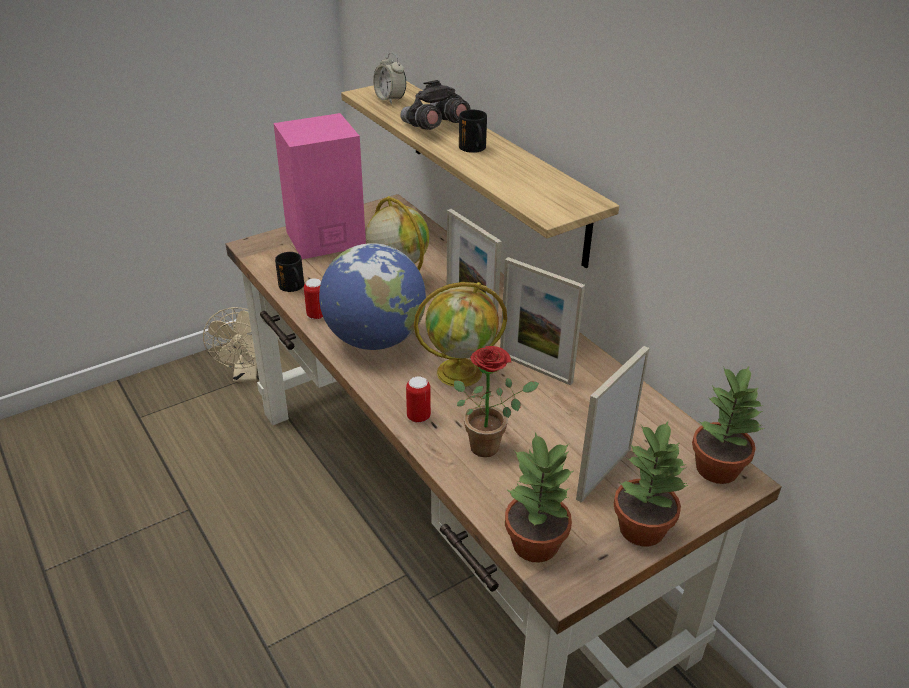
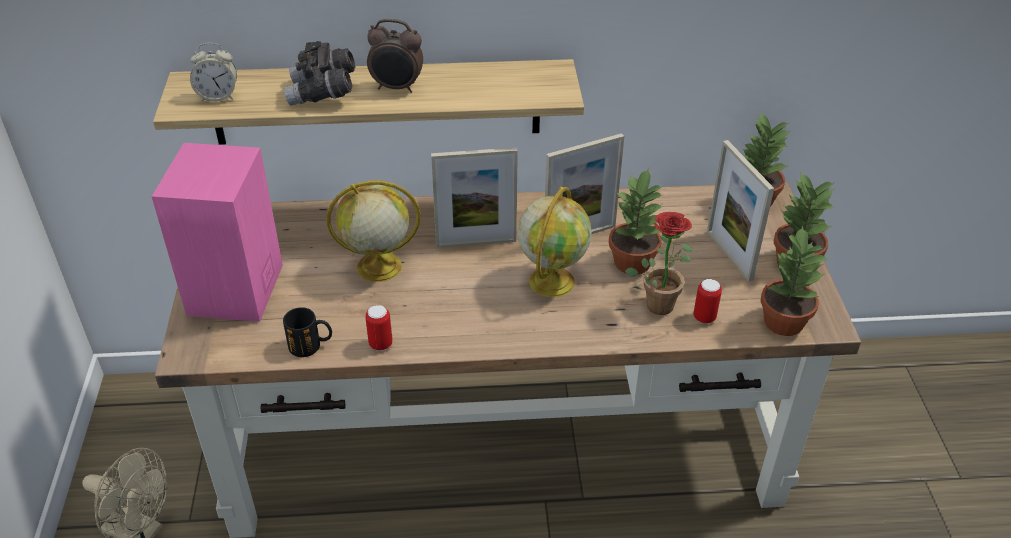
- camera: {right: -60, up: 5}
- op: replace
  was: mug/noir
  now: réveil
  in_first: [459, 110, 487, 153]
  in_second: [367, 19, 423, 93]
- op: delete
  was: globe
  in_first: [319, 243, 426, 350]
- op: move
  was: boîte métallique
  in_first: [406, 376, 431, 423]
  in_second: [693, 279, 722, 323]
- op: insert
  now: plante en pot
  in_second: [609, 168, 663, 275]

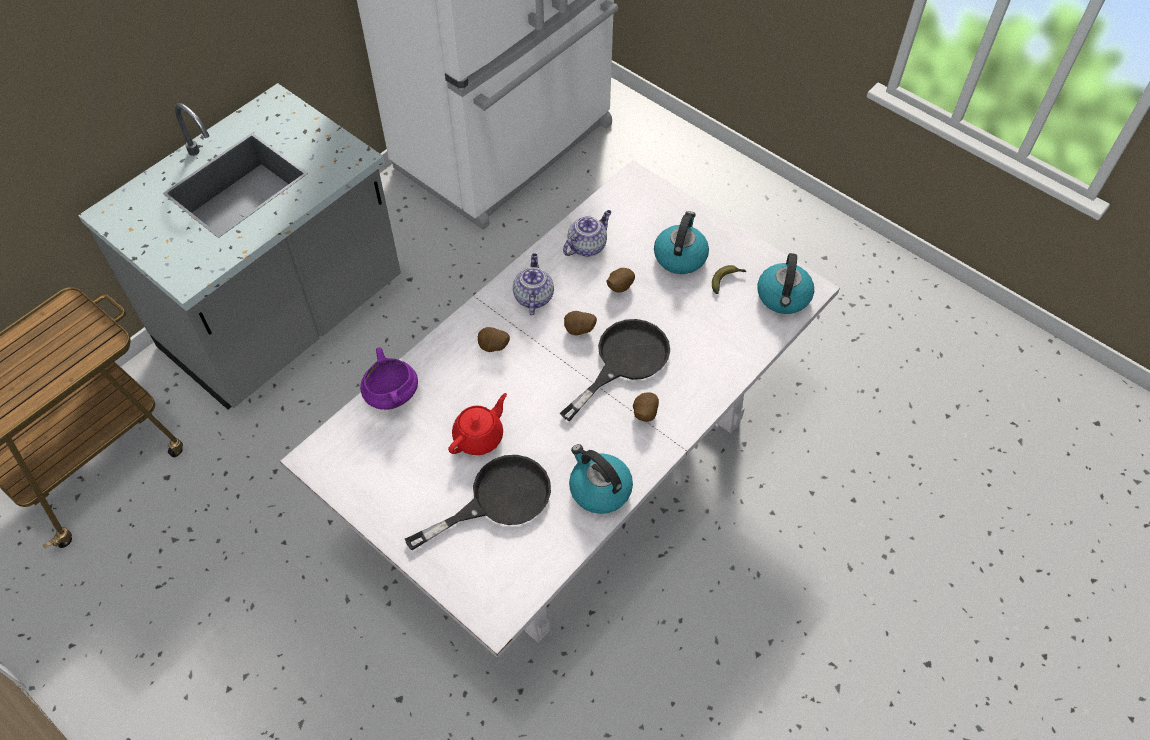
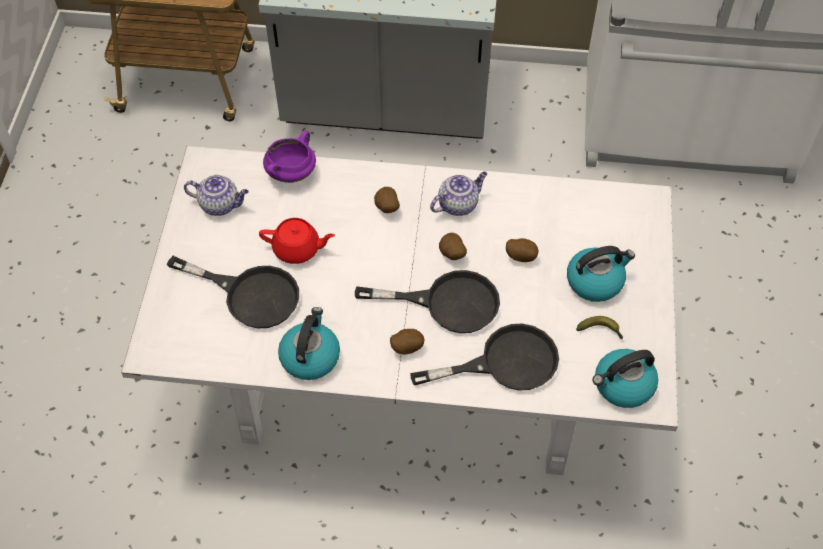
- camera: {right: 55, up: 0}
- op: move
  was: théière
  in_first: [563, 210, 611, 257]
  in_second: [184, 175, 249, 216]
- op: insert
  now: poêle/noir
  in_second: [410, 324, 559, 391]

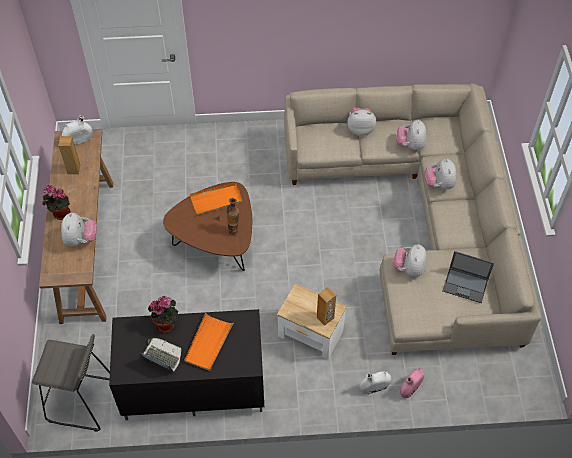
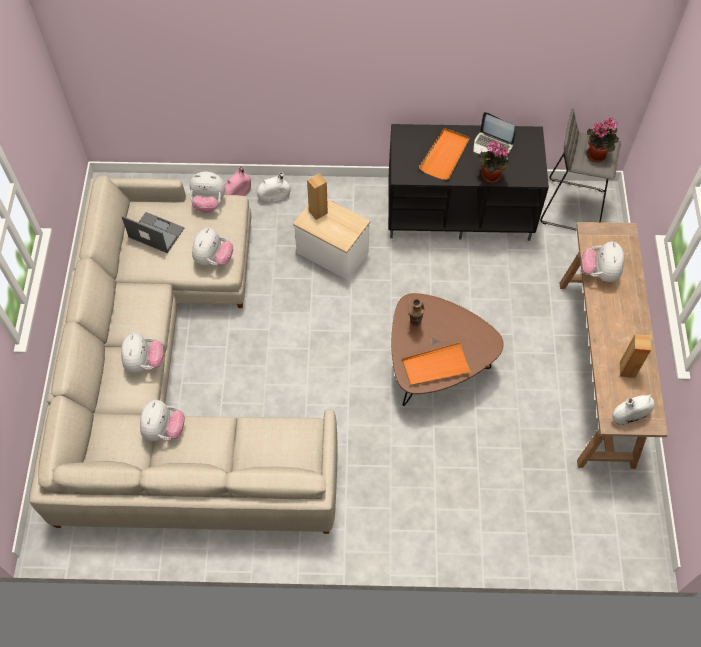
- camera: {right: -175, up: 5}
- op: move
  was: peluche
  in_first: [347, 107, 376, 136]
  in_second: [189, 172, 226, 213]
- op: move
  was: plante en pot
  in_first: [42, 185, 70, 220]
  in_second: [587, 118, 619, 162]

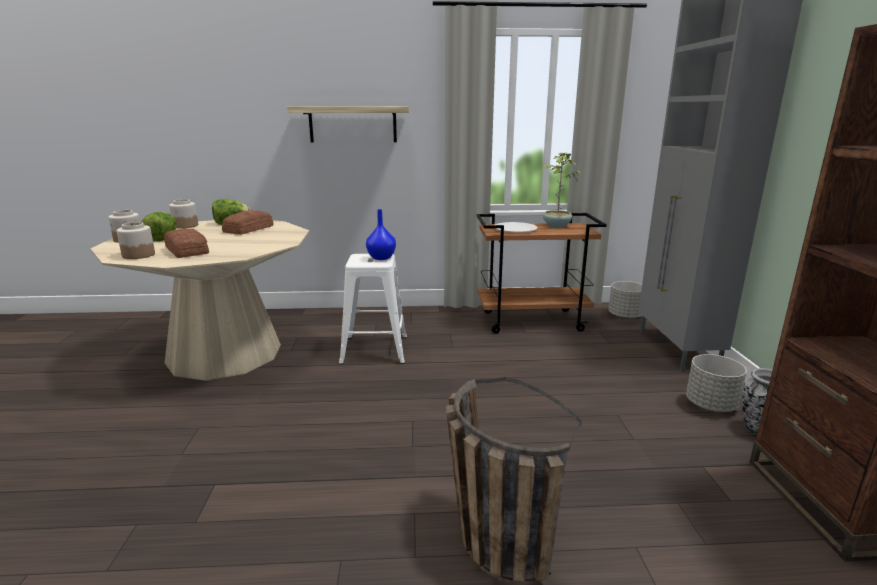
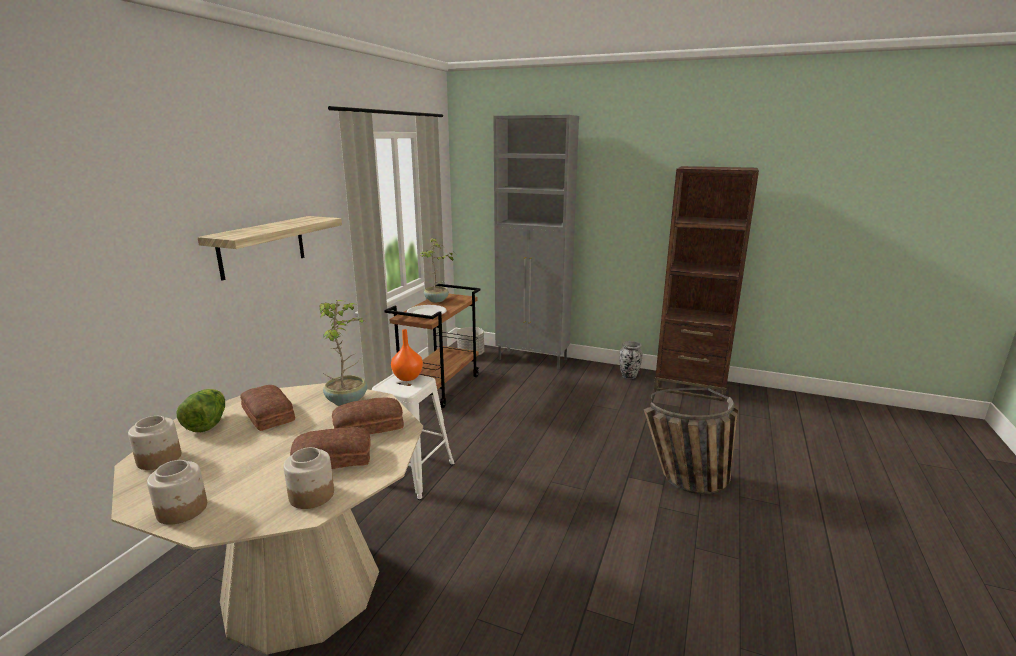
- camera: {right: -65, up: 0}
- op: recolor
  was: vase/bleu
  now: vase/orange
  in_first: [366, 209, 396, 260]
  in_second: [391, 329, 423, 381]
- op: delete
  was: laitue
  in_first: [142, 212, 177, 242]
- op: delete
  was: cache-pot/gris
  in_first: [686, 354, 747, 412]
- op: insert
  now: plante en pot
  in_second: [319, 300, 367, 406]
- op: insert
  now: pain
  in_second: [332, 398, 404, 434]

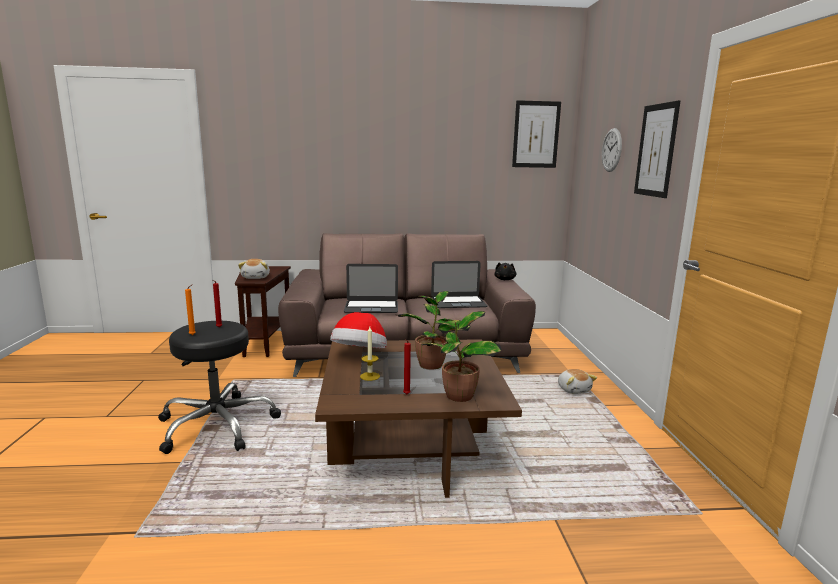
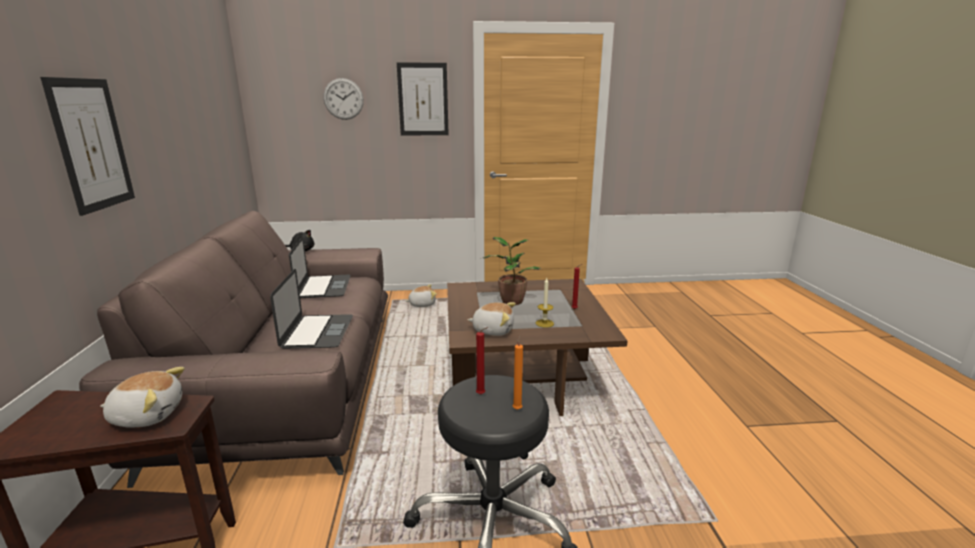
- camera: {right: -90, up: 5}
- op: move
  was: tableau
  in_first: [512, 100, 561, 168]
  in_second: [40, 77, 135, 216]
- op: delete
  was: plante en pot
  in_first: [421, 311, 502, 402]
- op: replace
  was: chapeau
  now: peluche
  in_first: [330, 312, 387, 348]
  in_second: [468, 302, 516, 336]

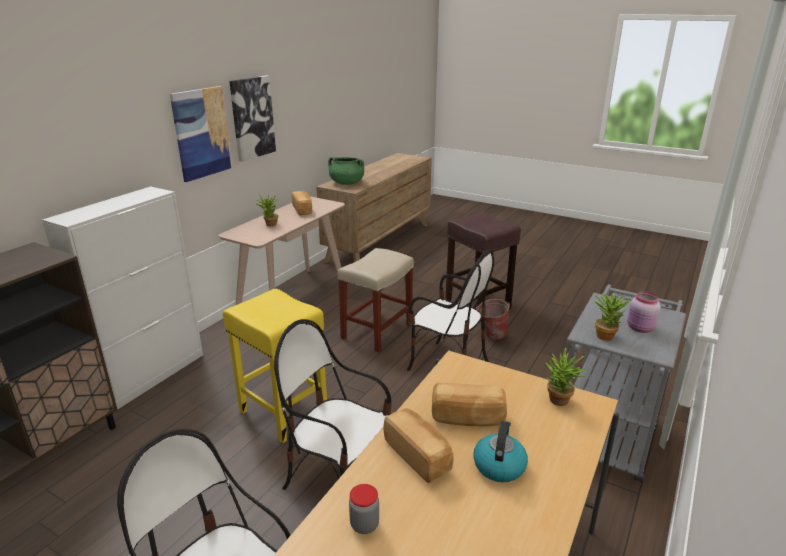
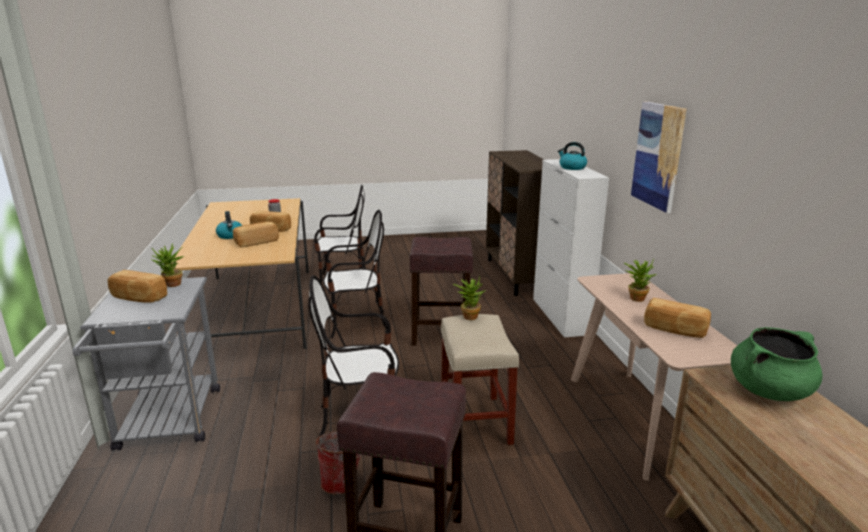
- camera: {right: 140, up: -5}
- op: delete
  was: tableau
  in_first: [229, 76, 276, 162]
- op: recolor
  was: tabouret/jaune
  now: tabouret/marron
  in_first: [223, 289, 327, 443]
  in_second: [410, 237, 473, 346]
- op: replace
  was: bocal/rose
  now: pain
  in_first: [627, 291, 661, 333]
  in_second: [108, 270, 167, 303]
- op: move
  was: plante en pot
  in_first: [545, 348, 586, 406]
  in_second: [453, 275, 486, 320]
- op: insert
  now: bouilloire
  in_second: [558, 142, 587, 170]

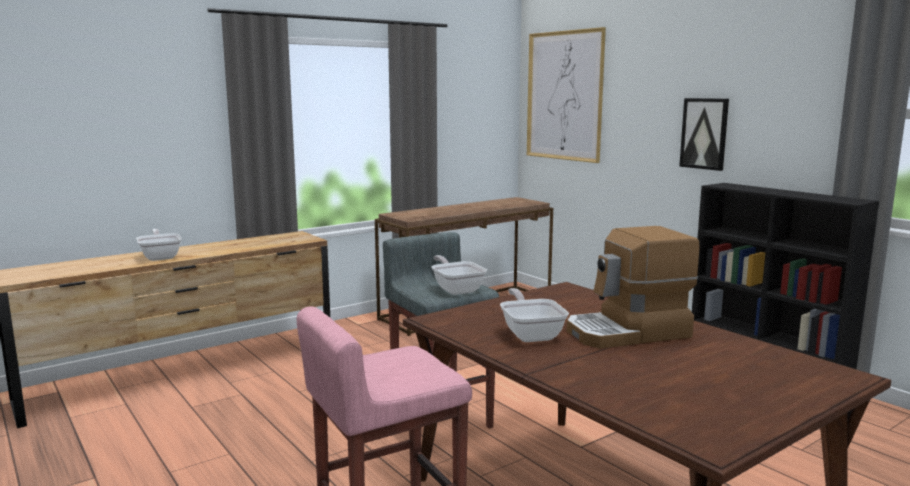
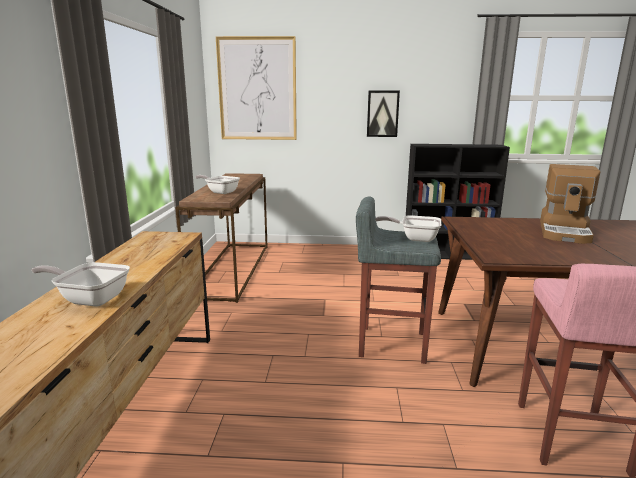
- camera: {right: -50, up: 5}
- op: move
  was: poêle
  in_first: [500, 288, 569, 342]
  in_second: [195, 175, 240, 194]

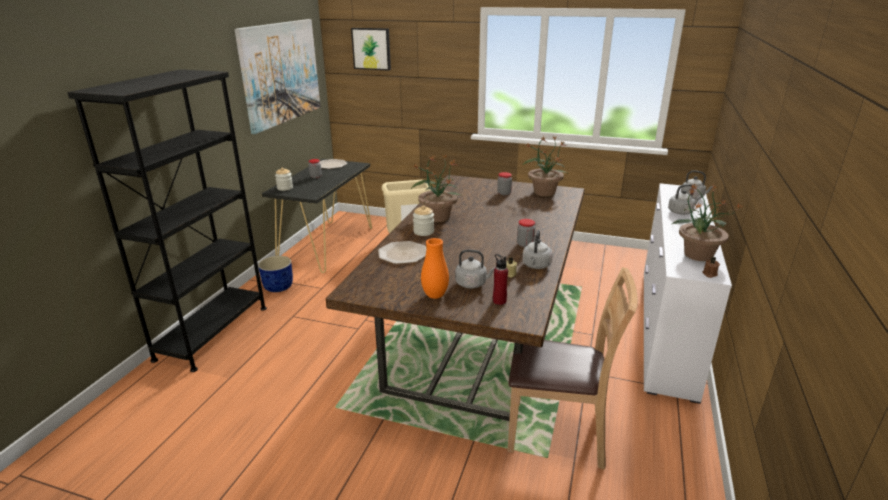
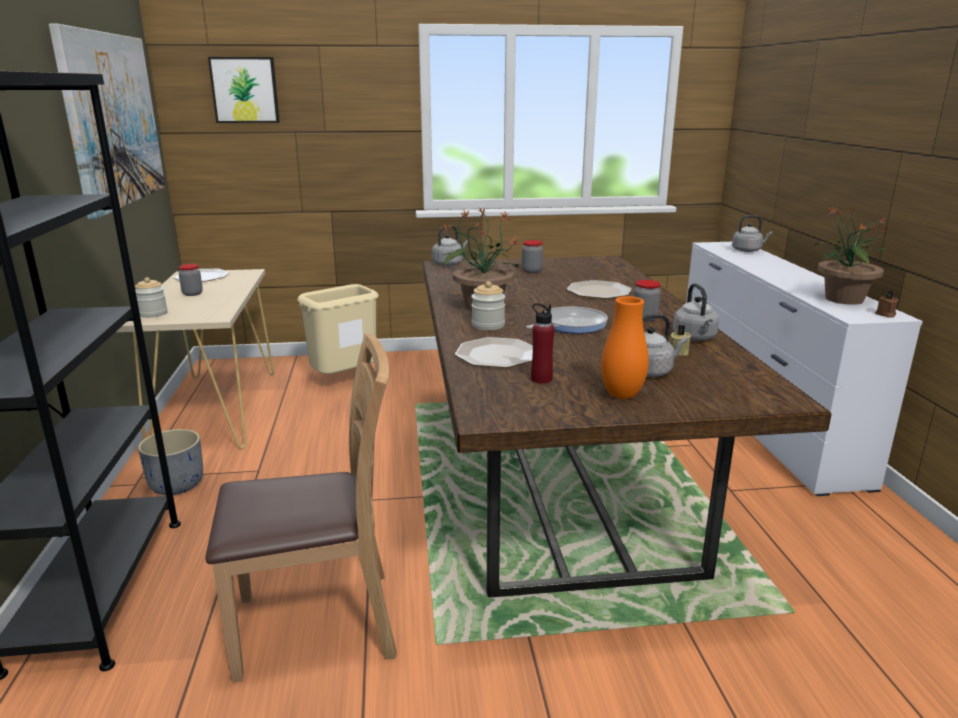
- camera: {right: -25, up: -5}
- op: delete
  was: plante en pot
  in_first: [522, 136, 568, 197]
- op: recolor
  was: table console/noir
  now: table console/beige
  in_first: [262, 159, 372, 273]
  in_second: [116, 269, 274, 449]
- op: move
  was: bouilloire/gris
  in_first: [668, 184, 701, 215]
  in_second: [432, 226, 468, 266]
- op: move
  was: bouteille/rouge
  in_first: [493, 254, 508, 305]
  in_second: [531, 303, 554, 384]
- op: recolor
  was: cache-pot/bleu
  now: cache-pot/gris
  in_first: [258, 256, 293, 292]
  in_second: [138, 429, 203, 495]
- op: move
  was: chaise/marron
  in_first: [508, 267, 638, 470]
  in_second: [205, 333, 397, 682]
- op: insert
  now: assiette
  in_second: [567, 280, 632, 299]
- op: insert
  now: poêle
  in_second: [527, 307, 608, 334]

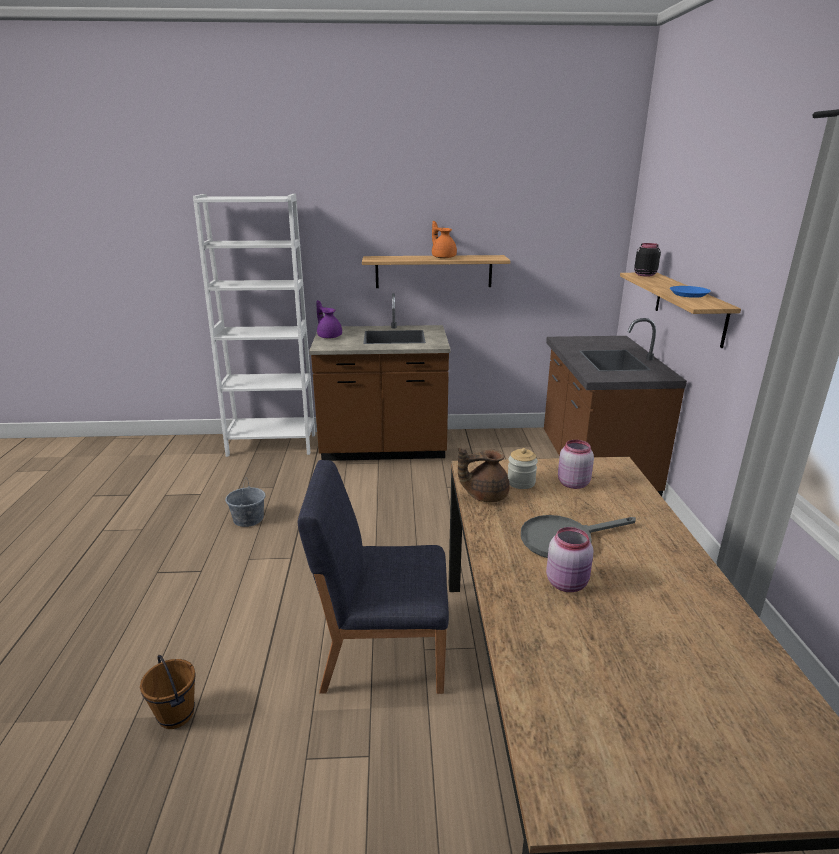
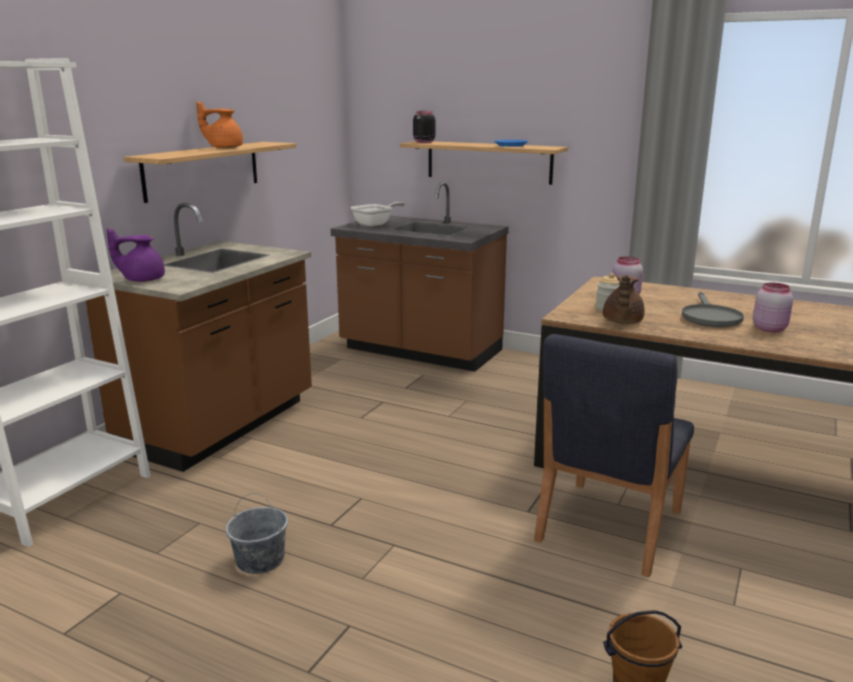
- camera: {right: -60, up: -5}
- op: insert
  now: poêle
  in_second: [351, 202, 405, 227]

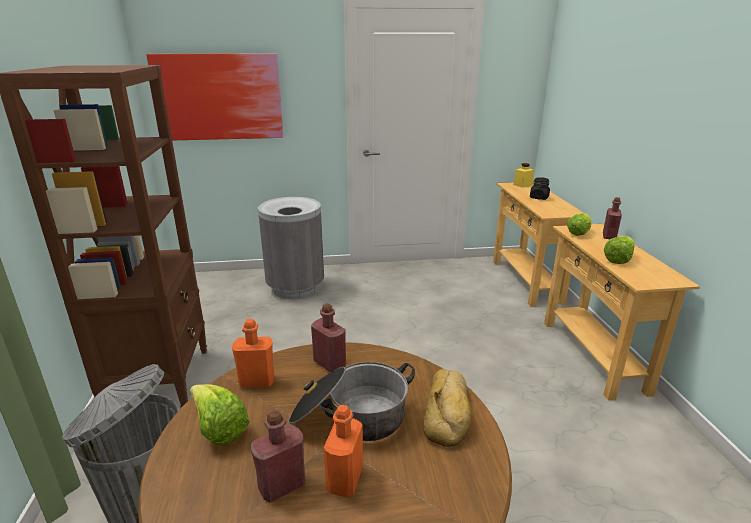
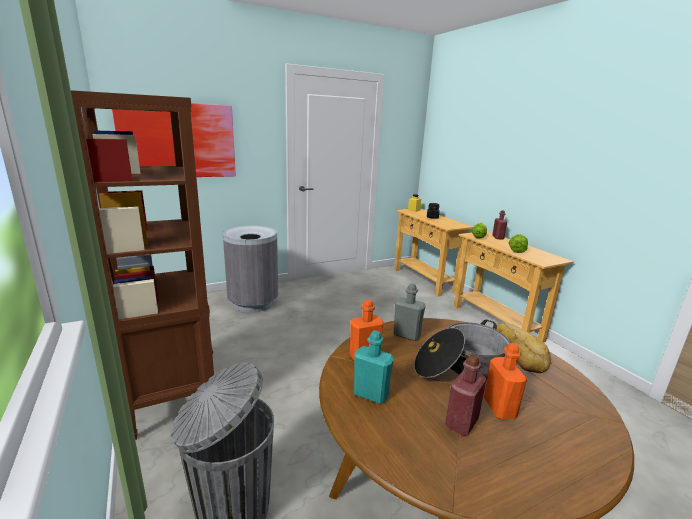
- camera: {right: -20, up: -5}
- op: recolor
  was: bouteille/rouge
  now: bouteille/gris
  in_first: [311, 303, 346, 373]
  in_second: [393, 283, 426, 341]
- op: replace
  was: laitue
  now: bouteille/turquoise
  in_first: [190, 384, 250, 445]
  in_second: [354, 330, 394, 404]

